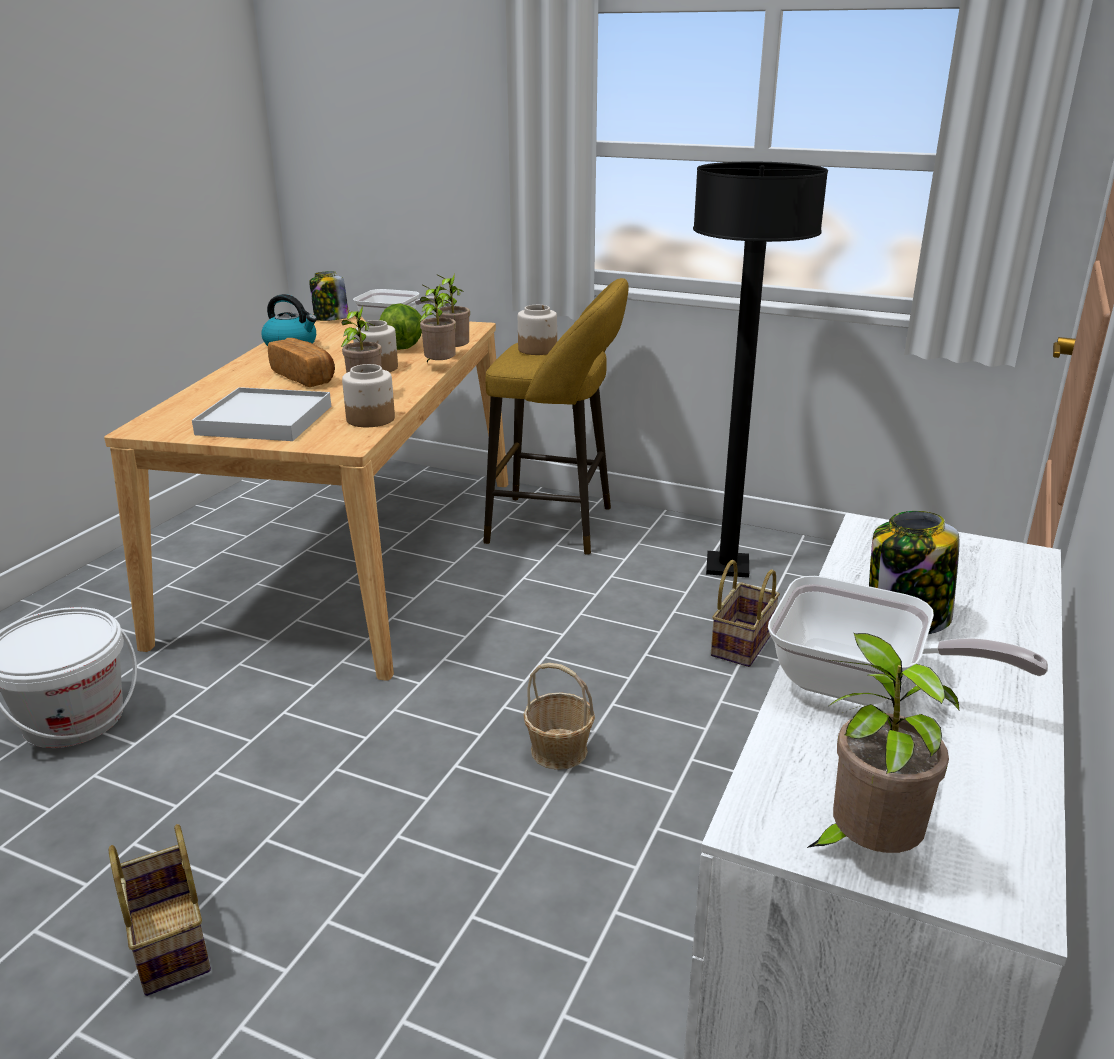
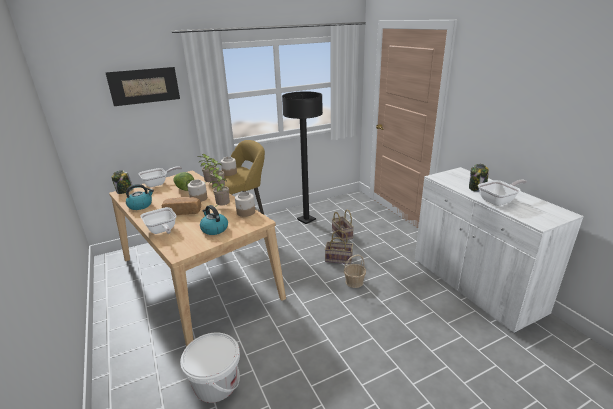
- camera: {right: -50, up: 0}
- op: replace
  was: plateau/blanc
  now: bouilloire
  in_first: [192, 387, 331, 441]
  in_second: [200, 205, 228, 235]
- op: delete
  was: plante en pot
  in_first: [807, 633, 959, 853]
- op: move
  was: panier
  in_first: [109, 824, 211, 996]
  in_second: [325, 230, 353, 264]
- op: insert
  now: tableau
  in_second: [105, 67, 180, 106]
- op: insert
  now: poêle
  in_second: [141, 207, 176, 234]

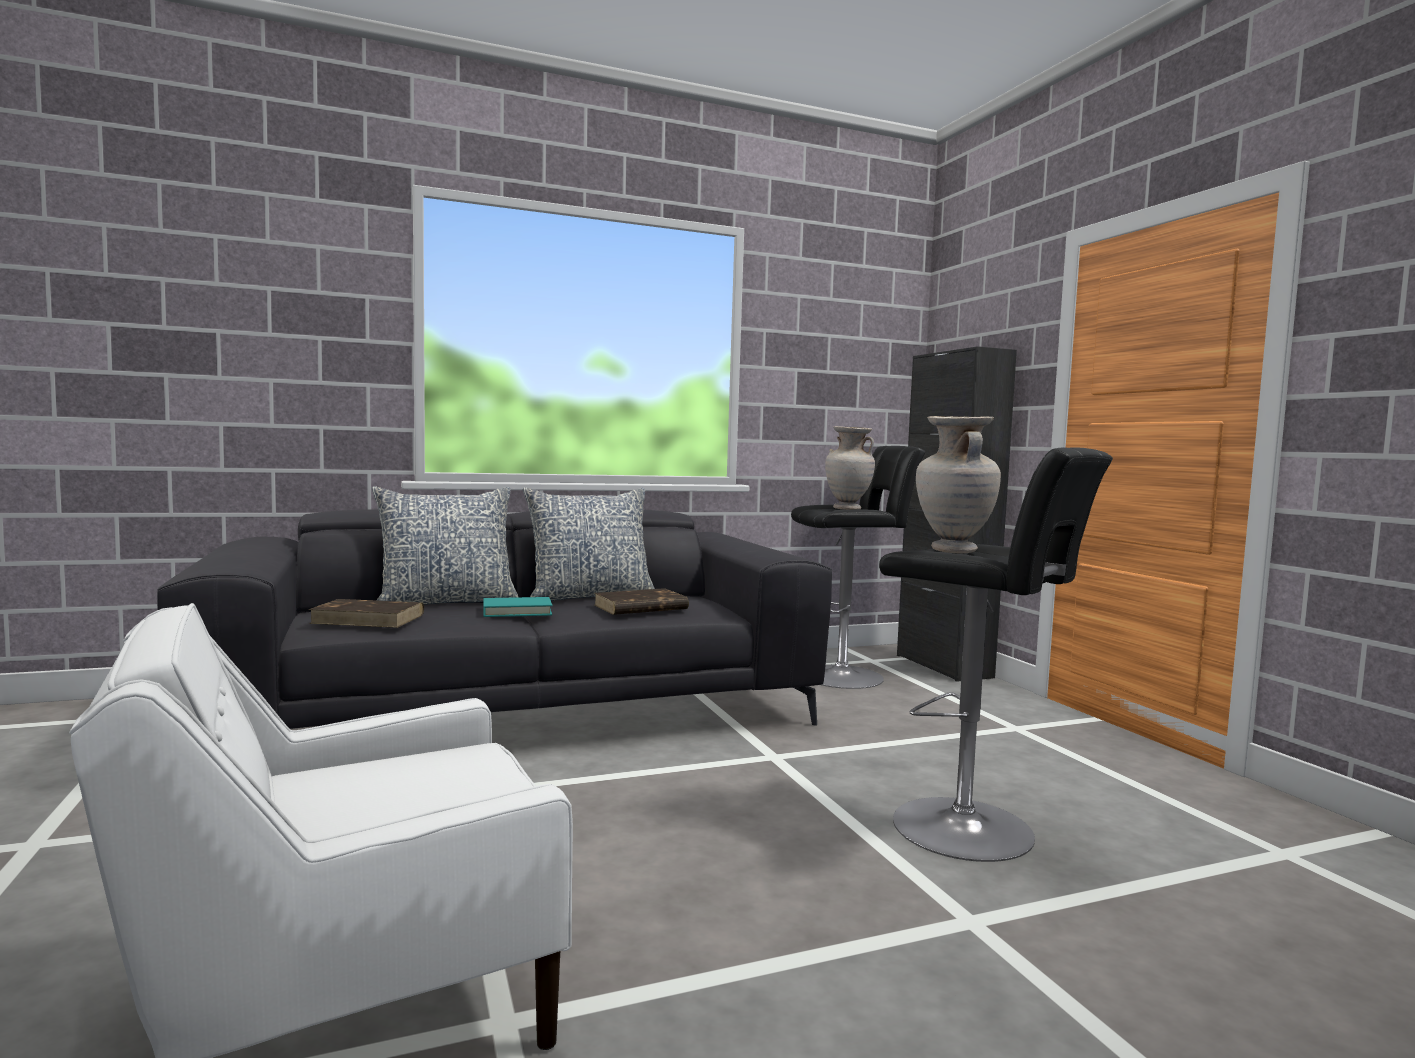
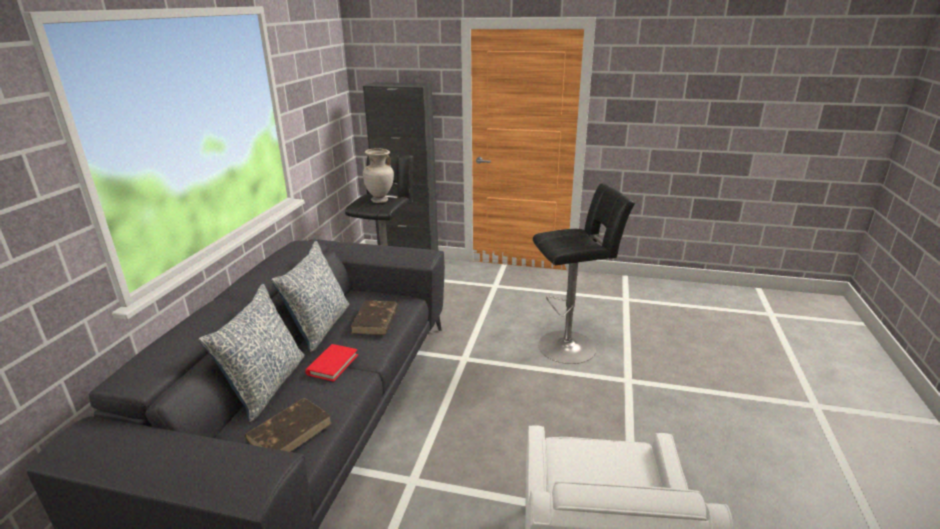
- camera: {right: -55, up: 20}
- op: delete
  was: vase/beige
  in_first: [916, 416, 1001, 553]
- op: recolor
  was: livre/turquoise
  now: livre/rouge
  in_first: [483, 597, 552, 617]
  in_second: [305, 344, 358, 382]

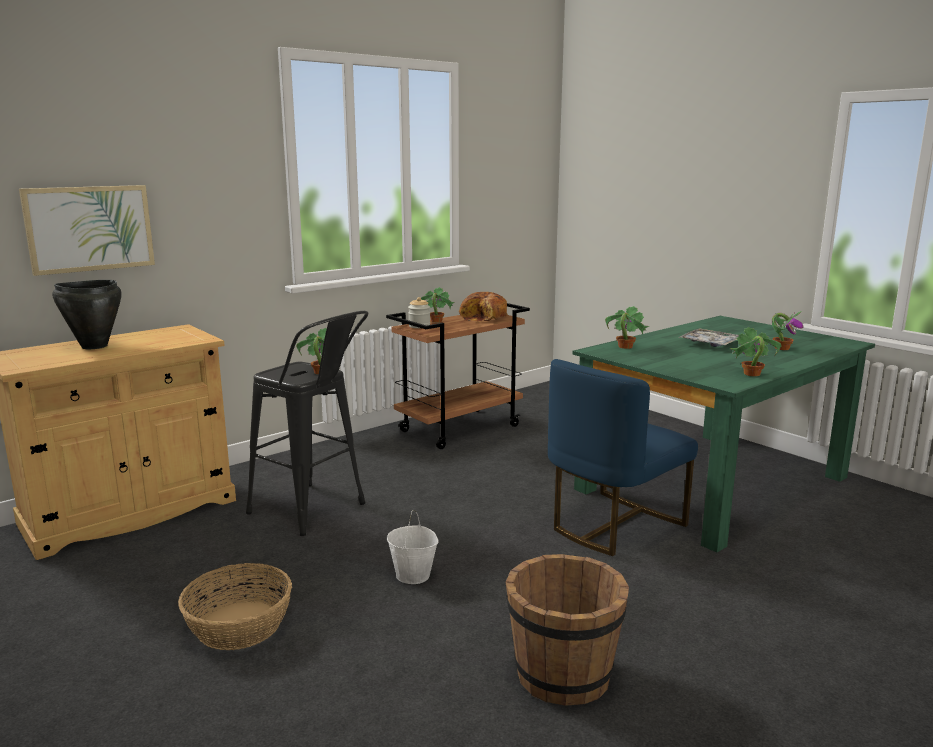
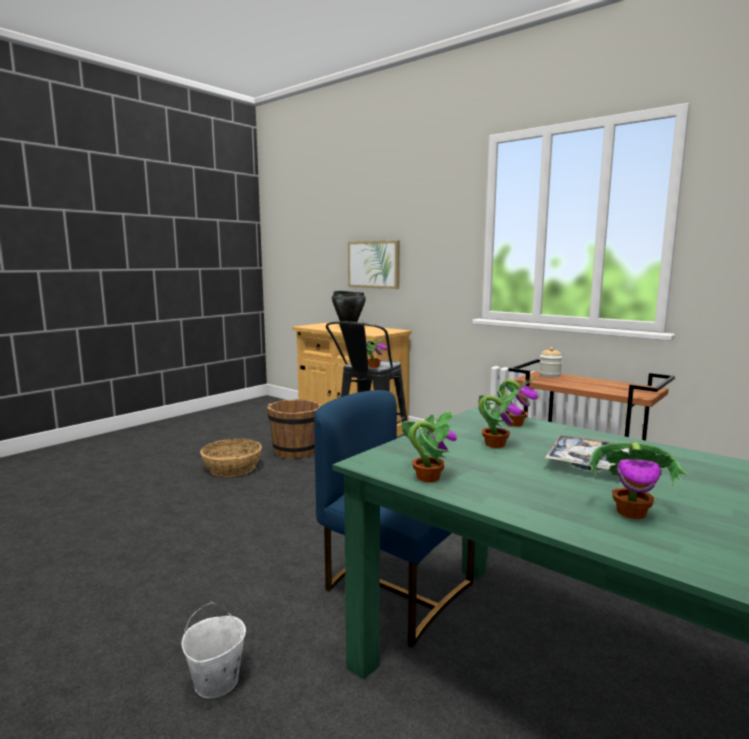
- camera: {right: 80, up: -5}
- op: move
  was: plante en pot
  in_first: [420, 287, 455, 322]
  in_second: [478, 390, 522, 448]
- op: delete
  was: pain
  in_first: [459, 292, 508, 322]
- op: move
  was: seau/blanc
  in_first: [387, 510, 439, 584]
  in_second: [181, 603, 246, 698]
- op: move
  was: seau/marron
  in_first: [506, 554, 629, 706]
  in_second: [267, 399, 322, 459]

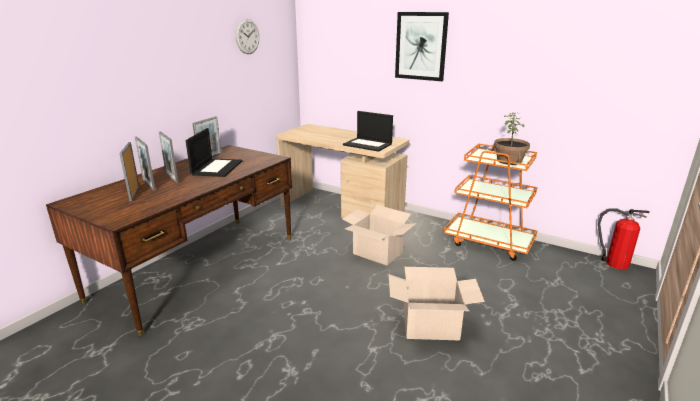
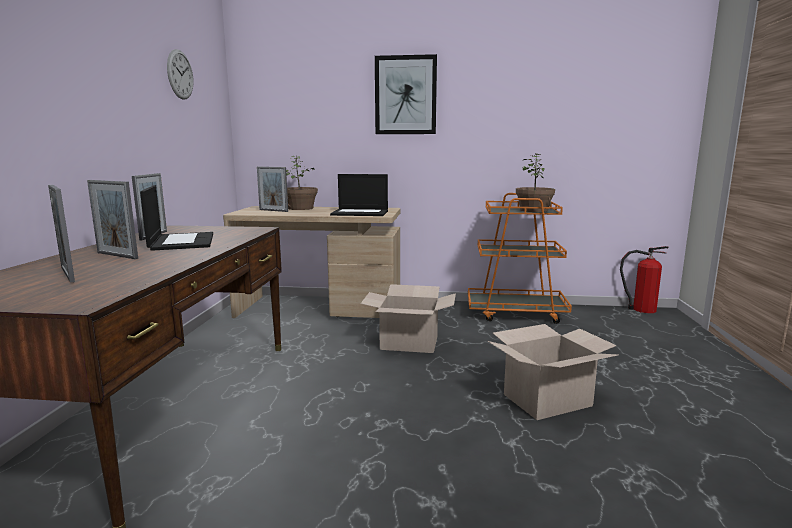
- camera: {right: -25, up: -10}
- op: move
  was: cadre photo
  in_first: [135, 137, 156, 191]
  in_second: [257, 167, 288, 212]
- op: insert
  now: plante en pot
  in_second: [286, 156, 318, 210]

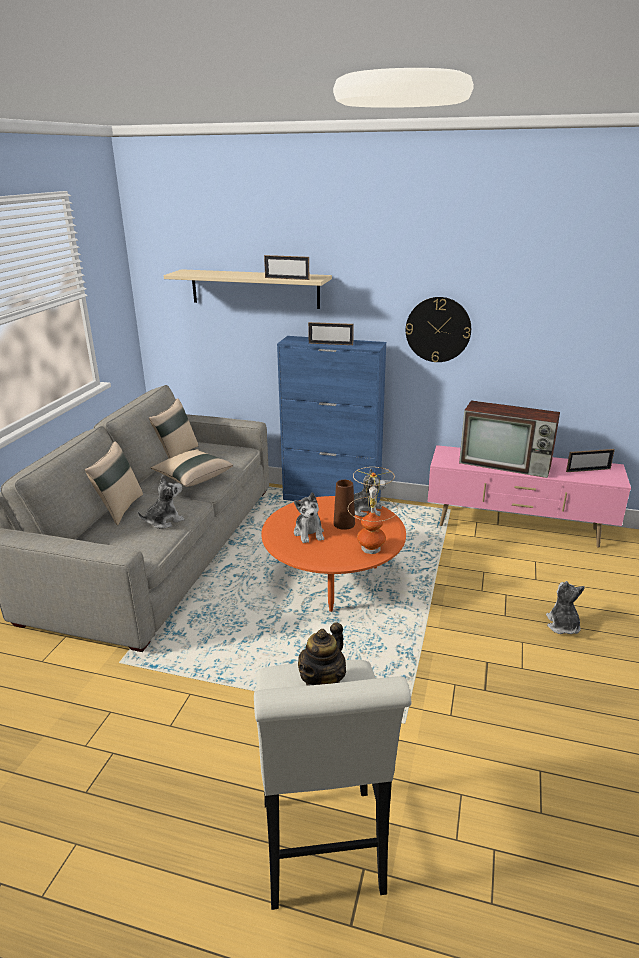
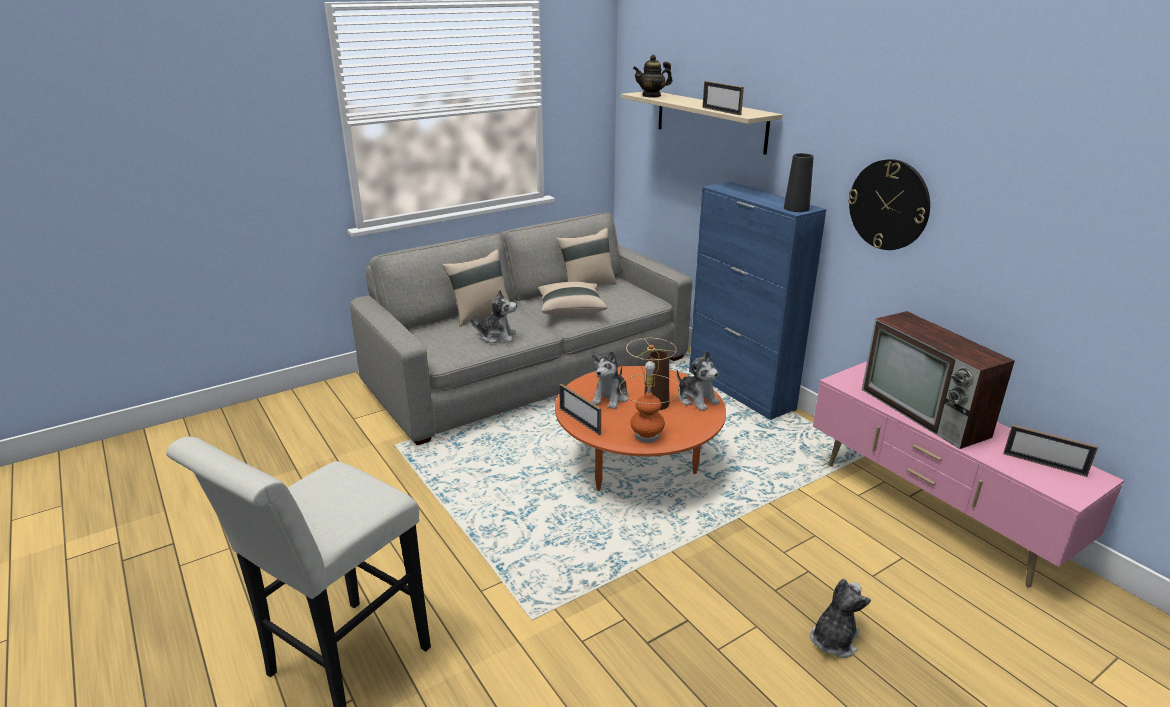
- camera: {right: 40, up: 0}
- op: move
  was: cadre photo
  in_first: [308, 322, 354, 345]
  in_second: [559, 384, 601, 435]
- op: move
  was: théière
  in_first: [298, 622, 346, 686]
  in_second: [633, 55, 672, 97]
- op: insert
  now: vase/noir
  in_second: [784, 153, 814, 212]

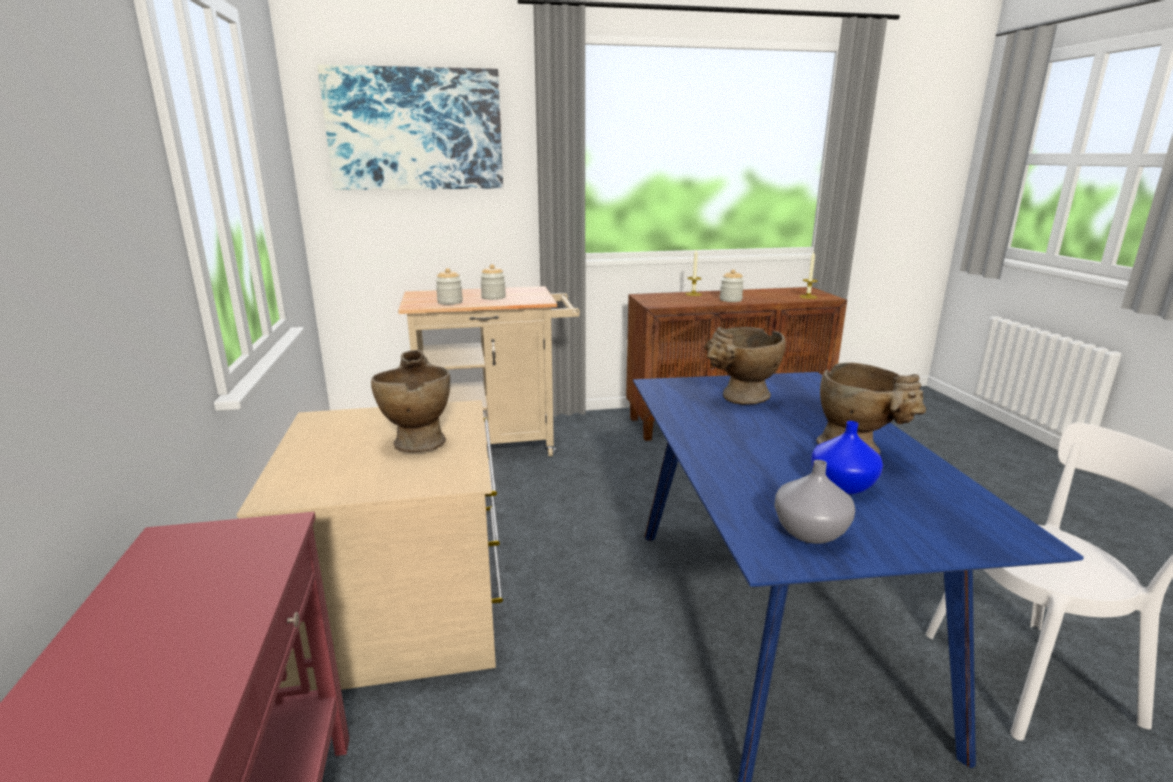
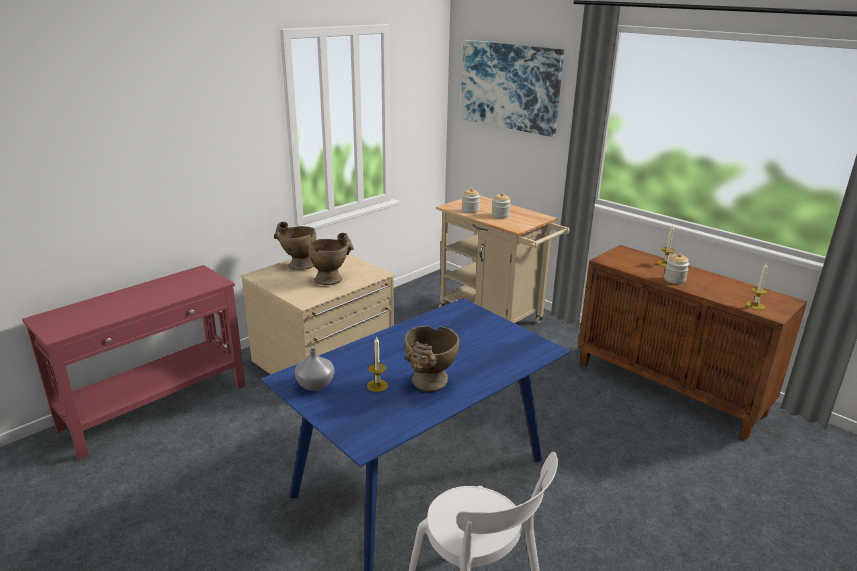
- camera: {right: 55, up: 5}
- op: move
  was: vase/beige
  in_first: [704, 327, 786, 405]
  in_second: [274, 222, 316, 270]
- op: replace
  was: vase/bleu
  now: bougie
  in_first: [811, 421, 883, 494]
  in_second: [367, 336, 388, 392]

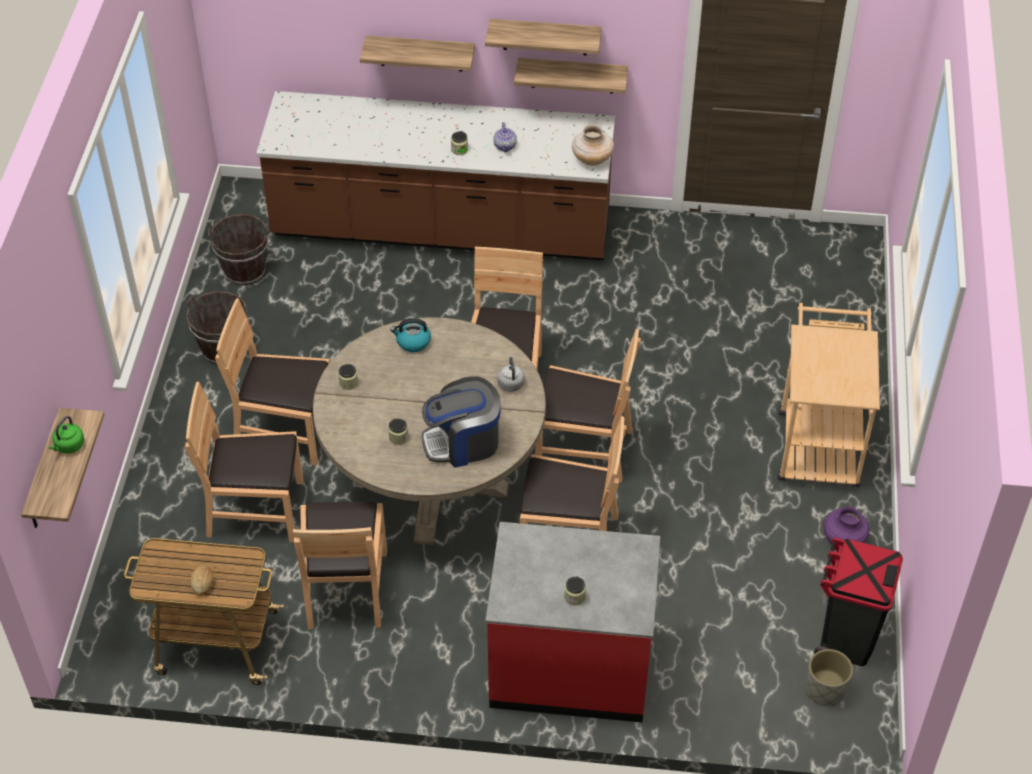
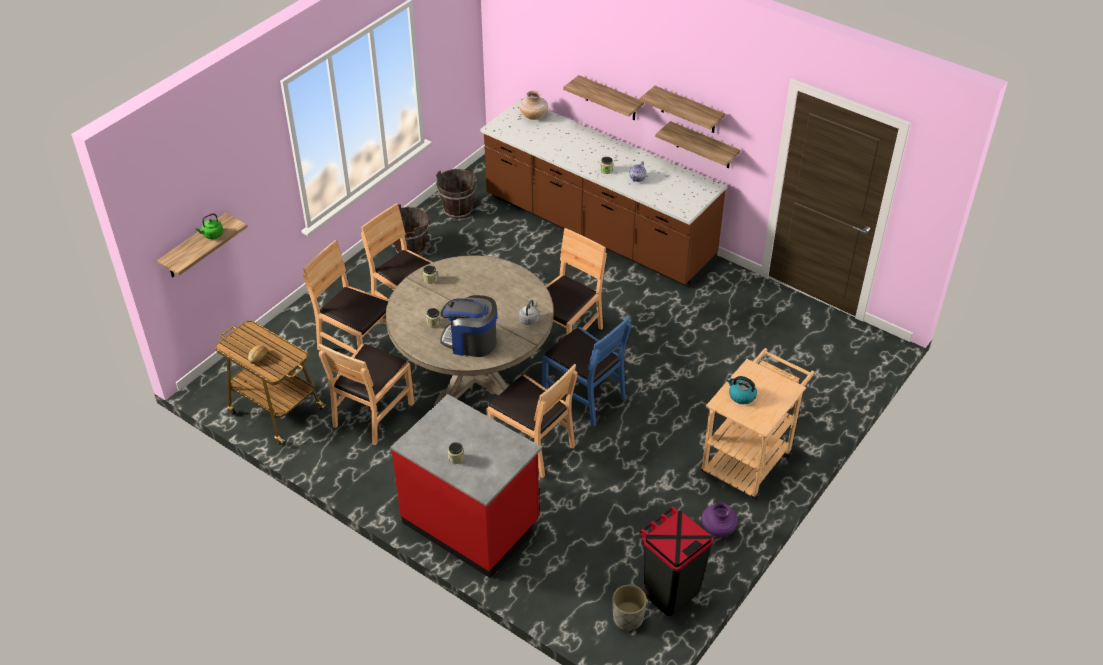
- camera: {right: 30, up: -5}
- op: move
  was: vase/beige
  in_first: [572, 124, 614, 166]
  in_second: [519, 90, 548, 120]
- op: move
  was: bouilloire
  in_first: [390, 318, 431, 352]
  in_second: [727, 376, 757, 404]
- op: recolor
  was: chaise/marron
  now: chaise/bleu
  in_first: [535, 329, 641, 482]
  in_second: [542, 316, 631, 427]

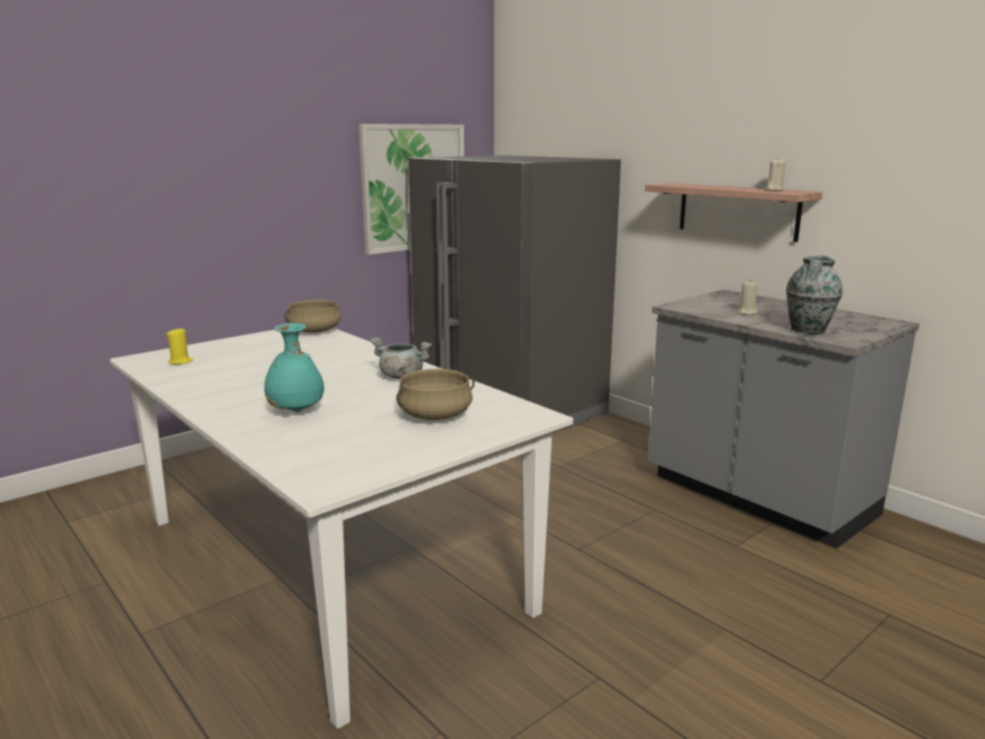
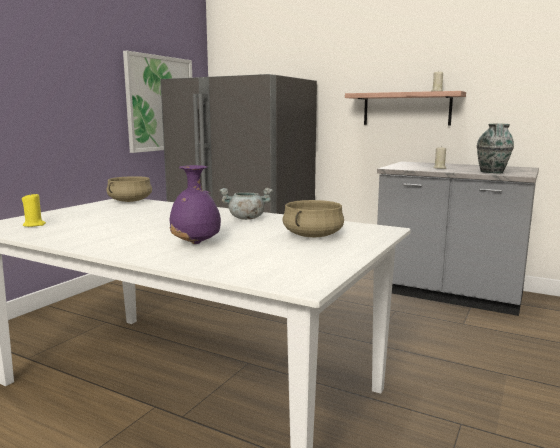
- camera: {right: -20, up: -5}
- op: recolor
  was: vase/turquoise
  now: vase/violet
  in_first: [264, 323, 324, 412]
  in_second: [169, 165, 221, 244]

